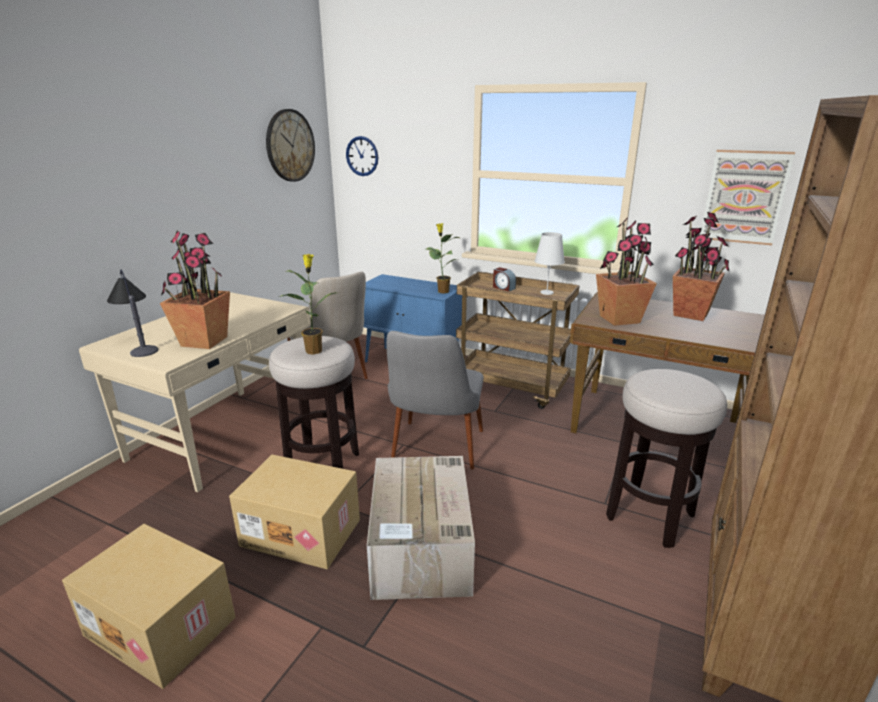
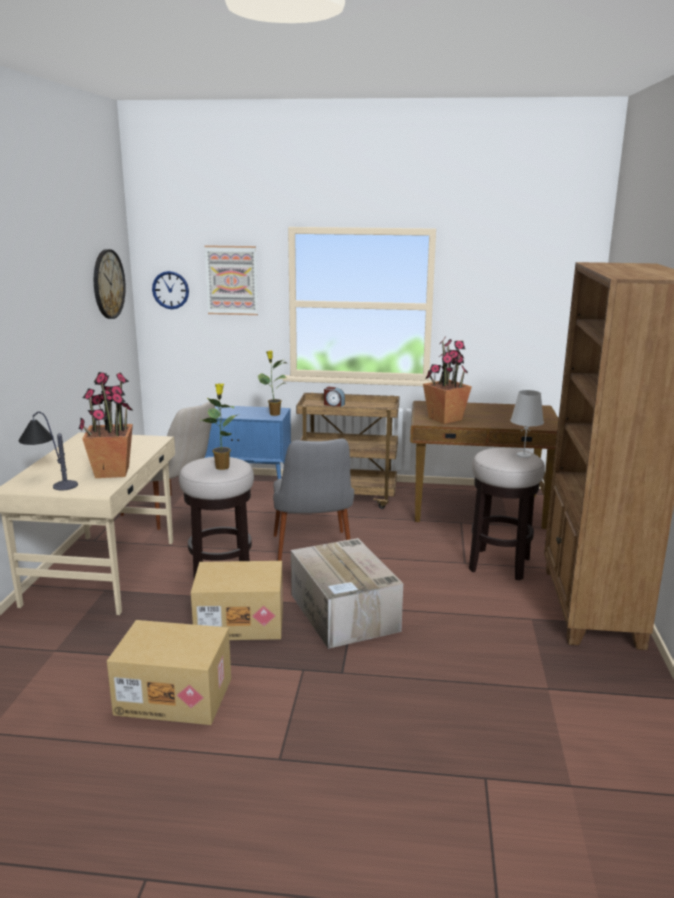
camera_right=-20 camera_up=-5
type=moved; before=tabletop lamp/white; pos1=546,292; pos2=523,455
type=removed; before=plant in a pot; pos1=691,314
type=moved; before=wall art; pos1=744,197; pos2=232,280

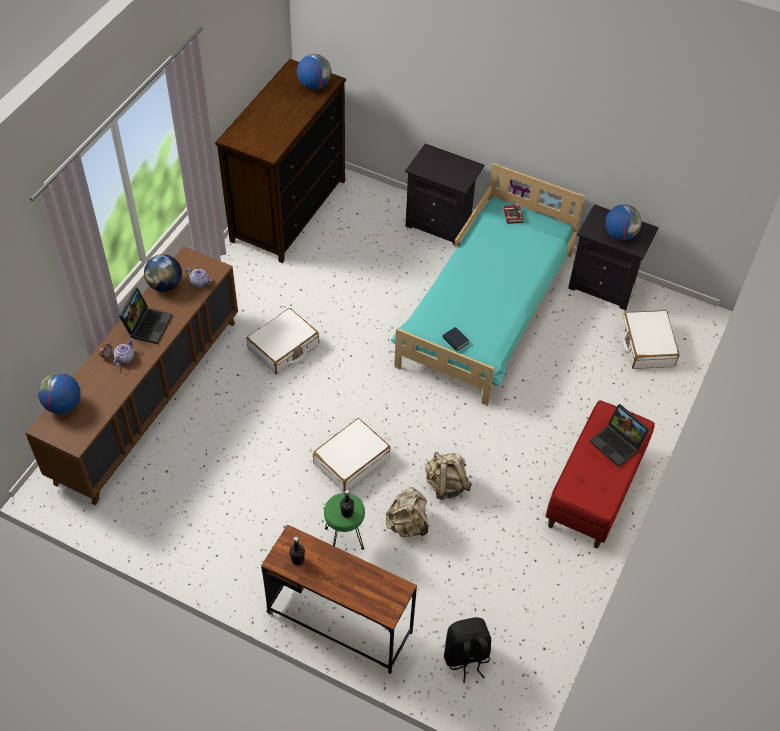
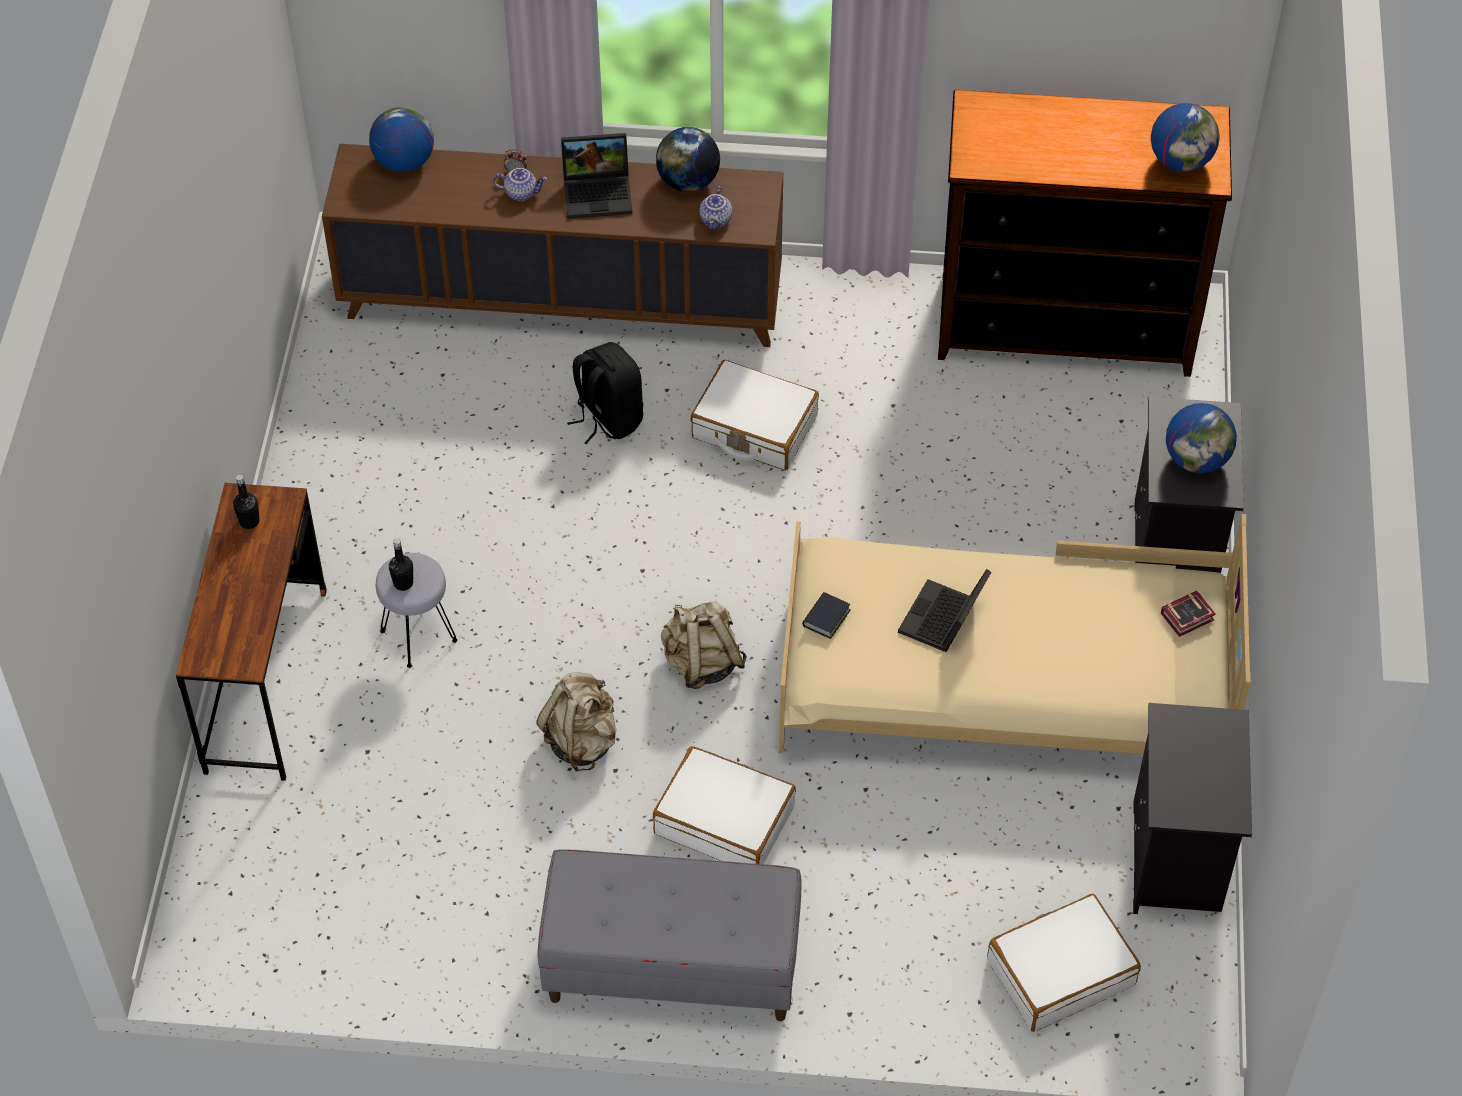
camera_right=70 camera_up=0
type=moved; before=piece of luggage/white; pos1=351,460; pos2=724,820
type=recoloured; before=stool seat/greenish; after=stool seat/greyish; pos1=345,538; pos2=418,637
type=moved; before=rucksack/beige-coloured; pos1=407,524; pos2=702,663
type=recoloured; before=sleeping bed/blue-green; after=sleeping bed/beige-coloured; pos1=487,310; pos2=1001,687
type=moved; before=rucksack/black-coloured; pos1=466,658; pos2=608,418
type=recoloured; before=bench/red-coloured; after=bench/greyish; pos1=594,490; pos2=671,967
type=moved; before=laptop; pos1=618,444; pos2=943,621
type=moved; before=world globe; pos1=620,234; pos2=1196,460

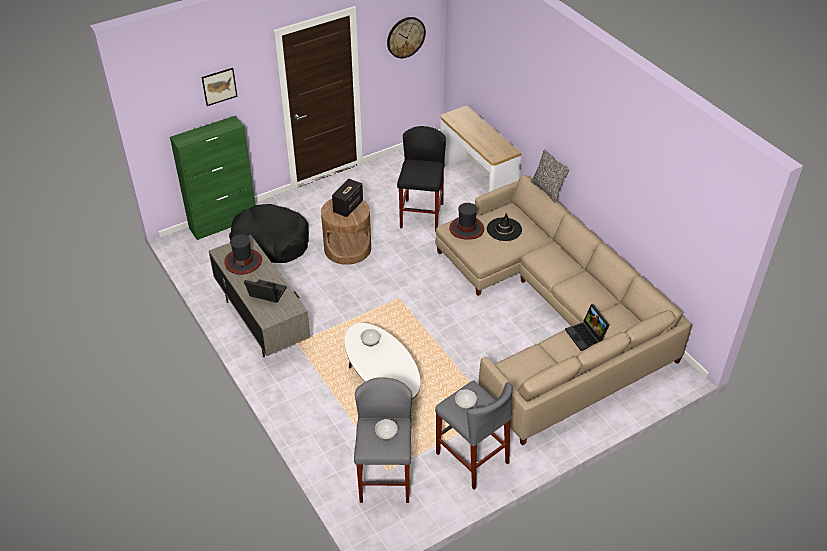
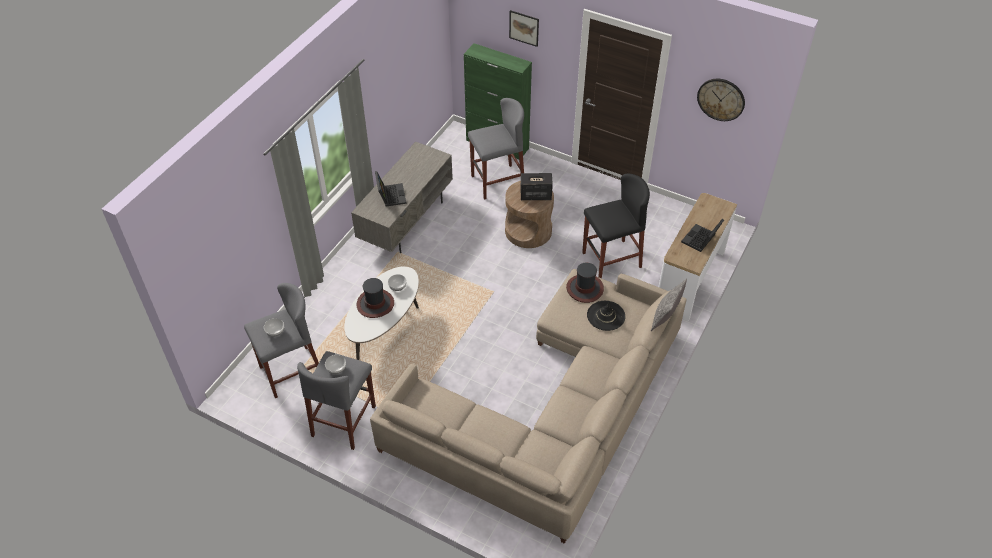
camera_right=60 camera_up=5
type=moved; before=clothing hat; pos1=243,261; pos2=375,304
type=replaced; before=pet bed/black-coloured; after=stool seat/greyish; pos1=271,242; pos2=497,182
type=moved; before=laptop; pos1=586,336; pos2=701,240

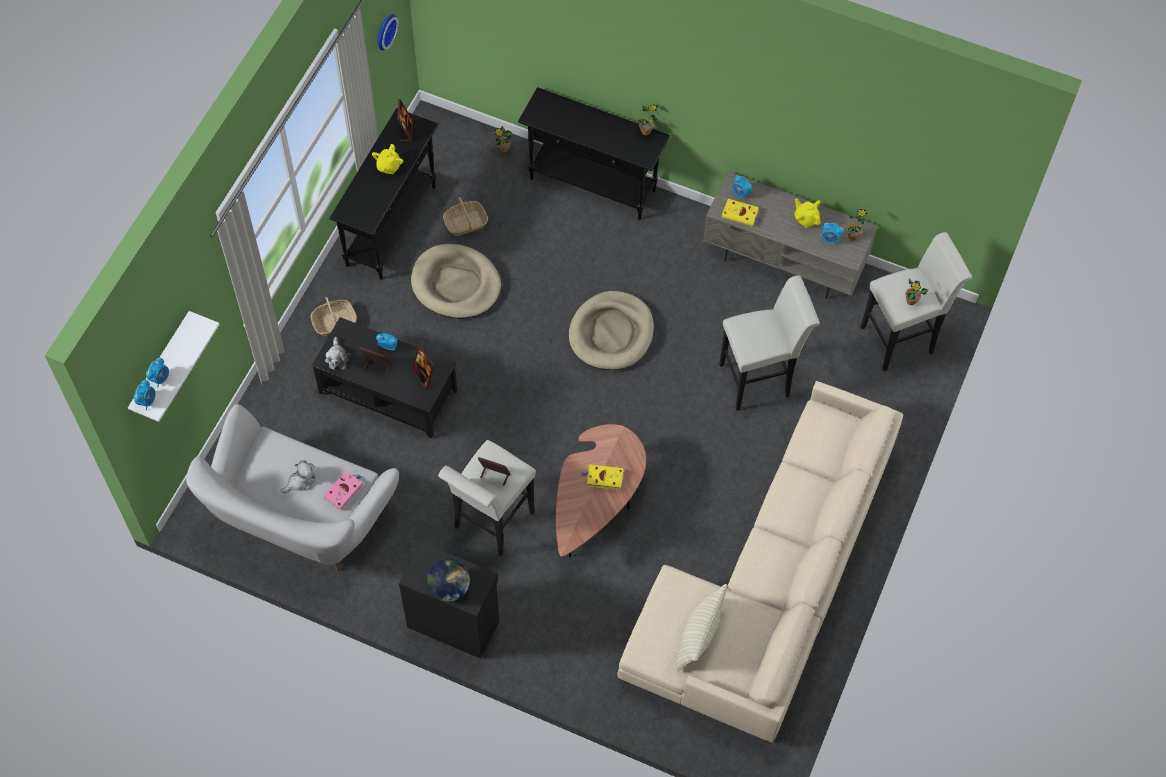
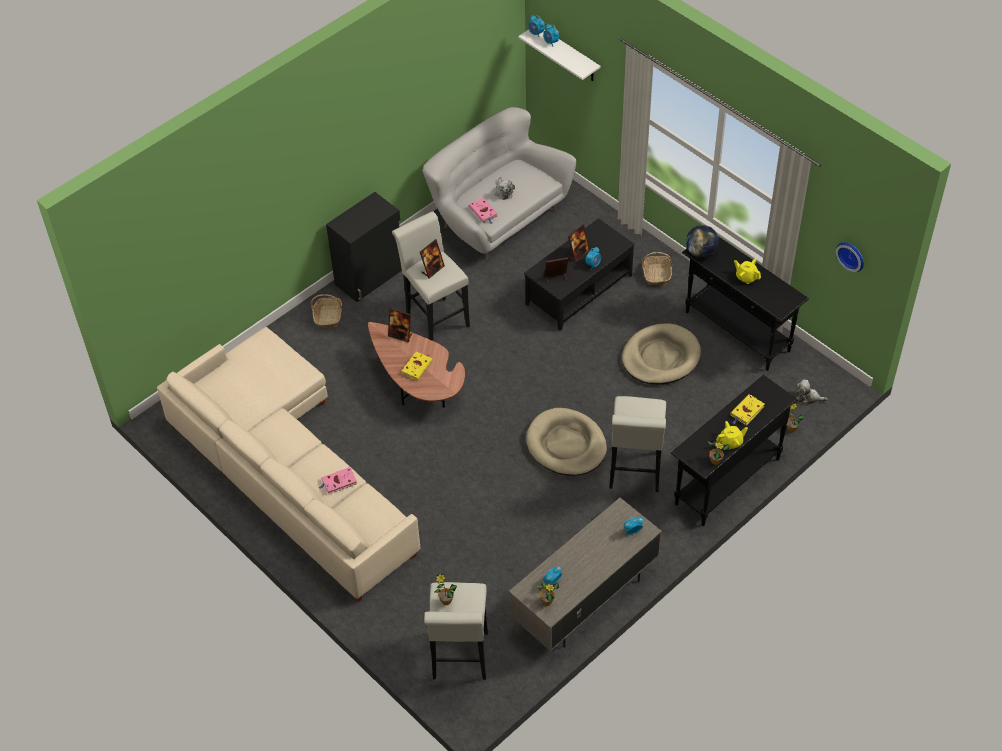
camera_right=115 camera_up=-10
type=moved; before=plush toy; pos1=337,358; pos2=808,397
type=moved; before=standing frame; pos1=406,131; pos2=400,335
type=moved; before=world globe; pos1=449,588; pos2=701,252
type=moved; before=basket; pos1=465,223; pos2=328,316
type=removed; before=throw pillow/beige-coloured; pos1=699,635
type=moved; before=stool seat/white; pos1=760,379; pos2=634,474
type=moved; before=volume/yellow-coloured; pos1=741,214; pos2=746,412
type=moved; before=teapot/yellow-coloured; pos1=806,219; pos2=730,442
type=added; after=volume/pink-coloured; pos2=338,482

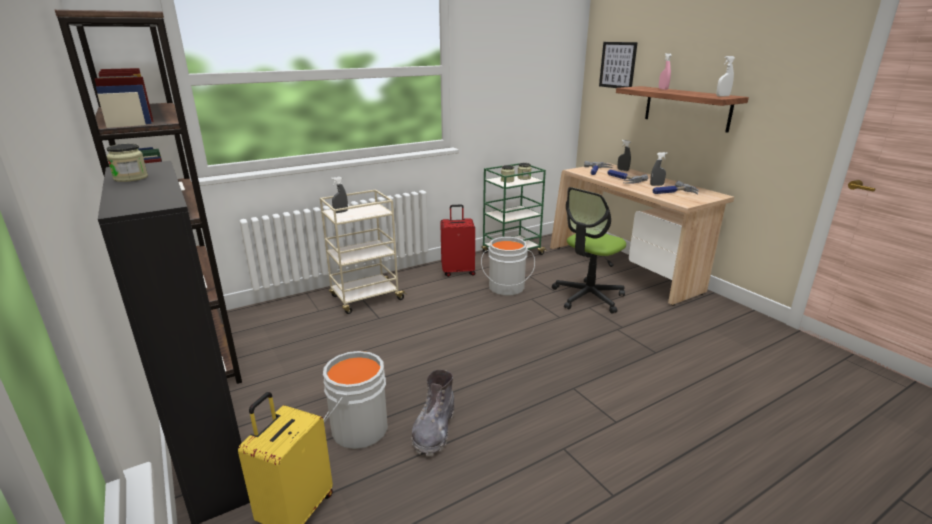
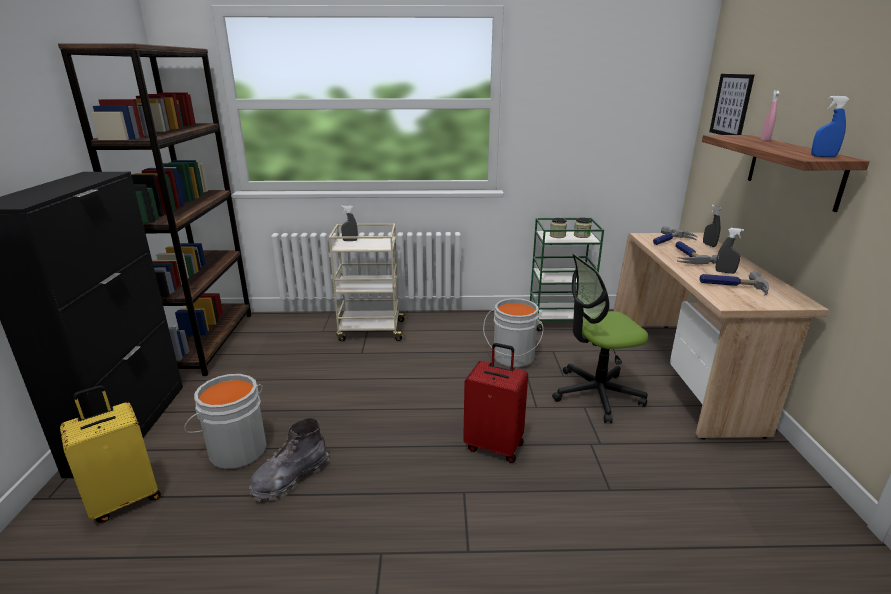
camera_right=30 camera_up=0
type=removed; before=jar; pos1=131,178
type=moved; before=piece of luggage/red-coloured; pos1=458,271; pos2=494,445
type=recoloured; before=spray bottle/white; after=spray bottle/blue; pos1=722,96; pos2=823,156

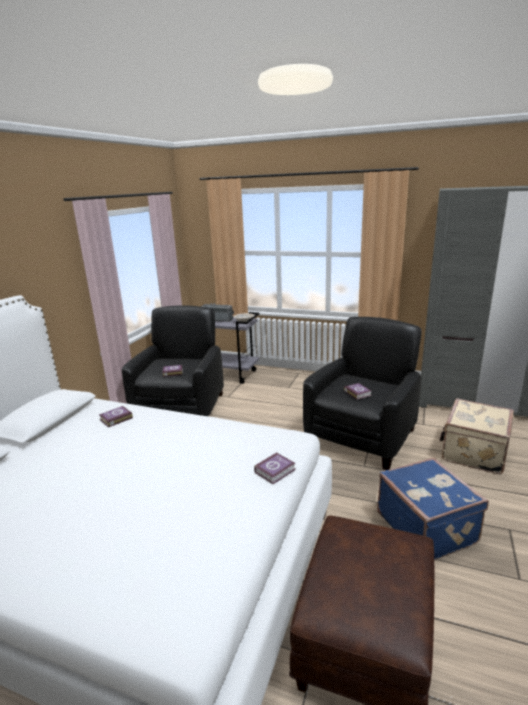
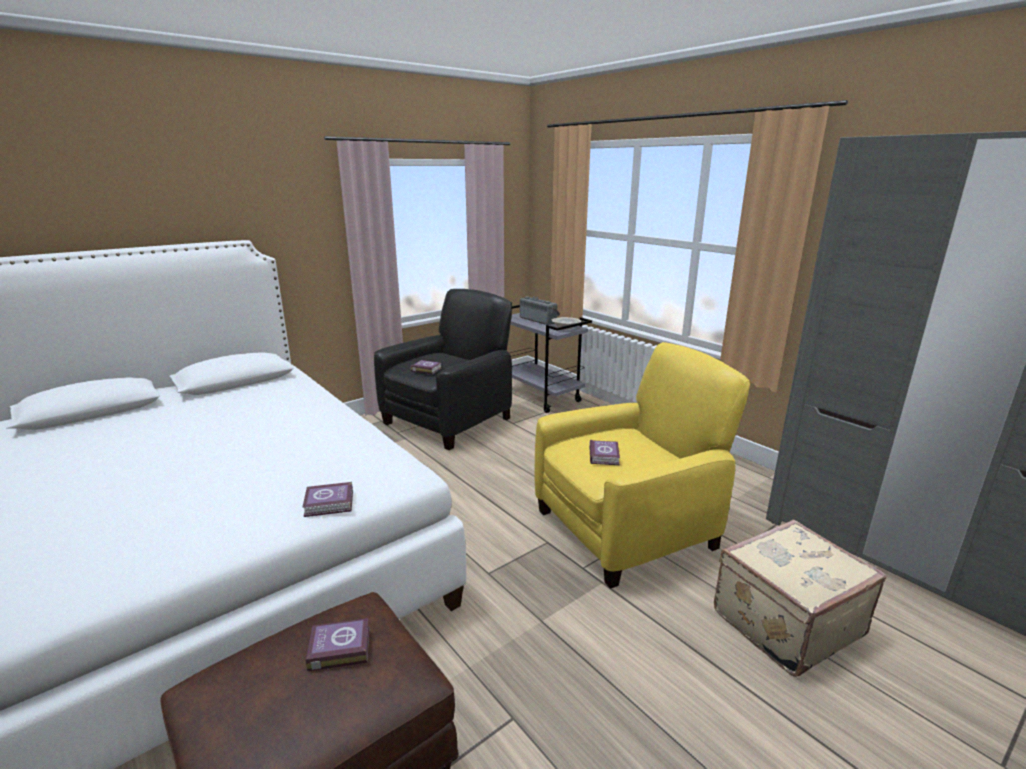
camera_right=30 camera_up=0
type=moved; before=volume; pos1=115,419; pos2=338,648
type=recoloured; before=armchair/black-coloured; after=armchair/yellow-coloured; pos1=362,436; pos2=627,528
type=removed; before=piece of luggage/blue; pos1=426,527

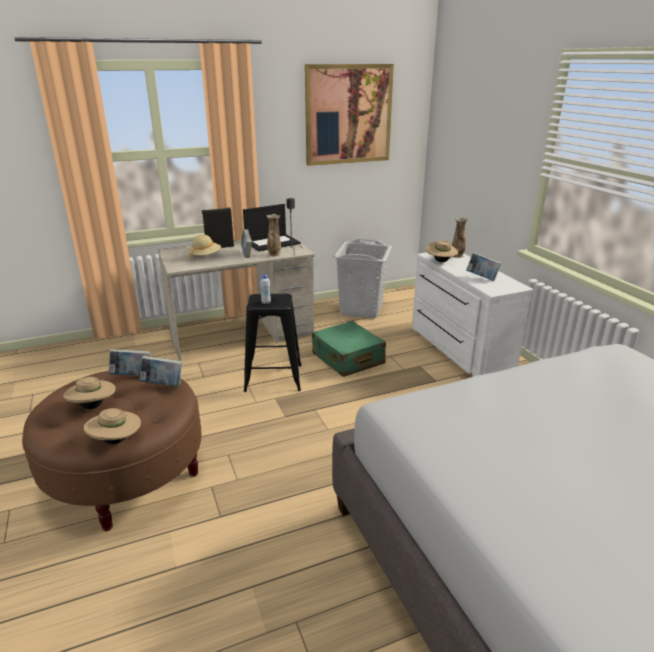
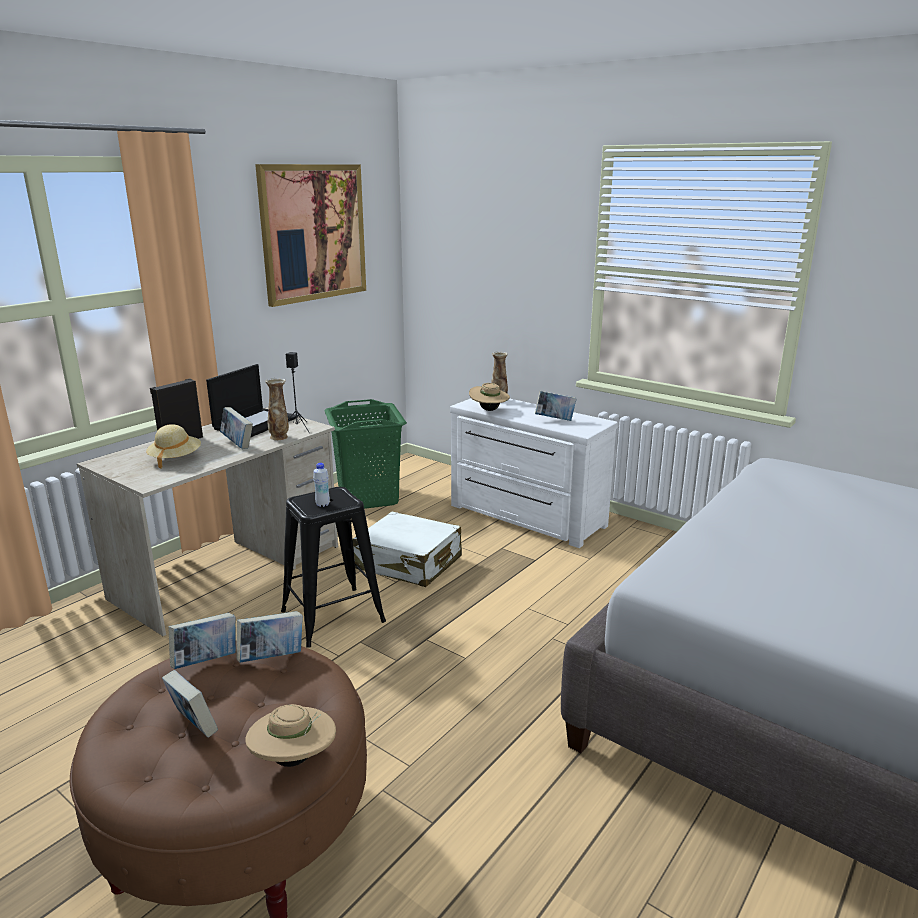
camera_right=-30 camera_up=-5
type=replaced; before=clothing hat/beige-coloured; after=volume; pos1=93,406; pos2=193,726
type=recoloured; before=piece of luggage/greenish; after=piece of luggage/white; pos1=348,359; pos2=409,563
type=recoloured; before=hamper/greyish; after=hamper/greenish; pos1=361,309; pos2=368,497

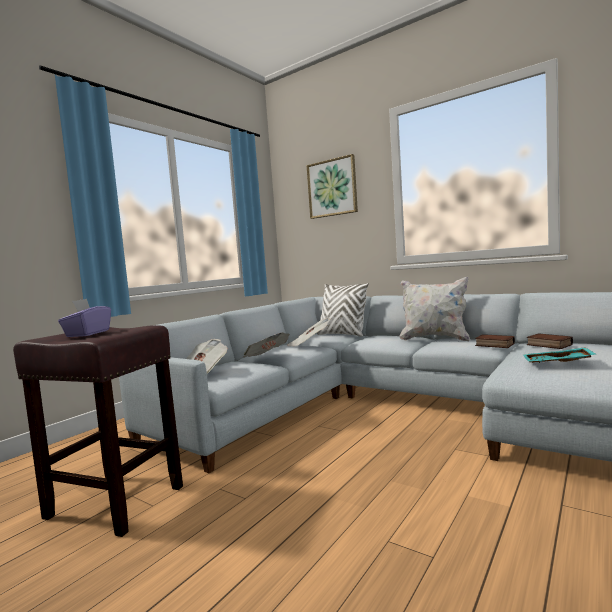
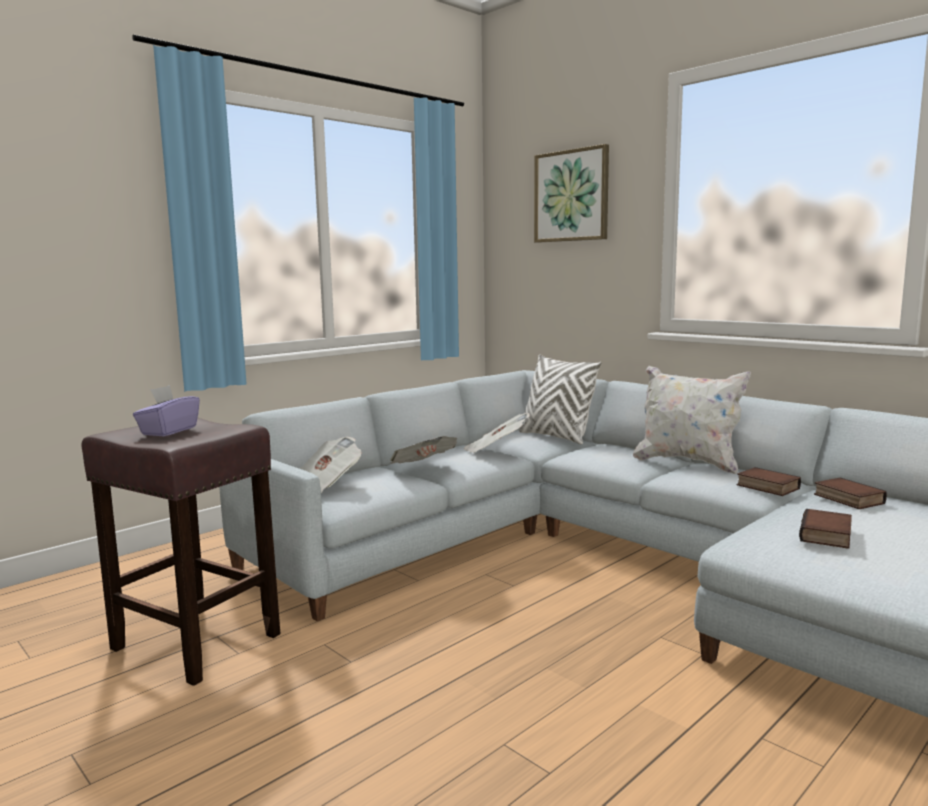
camera_right=10 camera_up=5
type=replaced; before=tray/blue-green; after=volume; pos1=558,363; pos2=827,535

